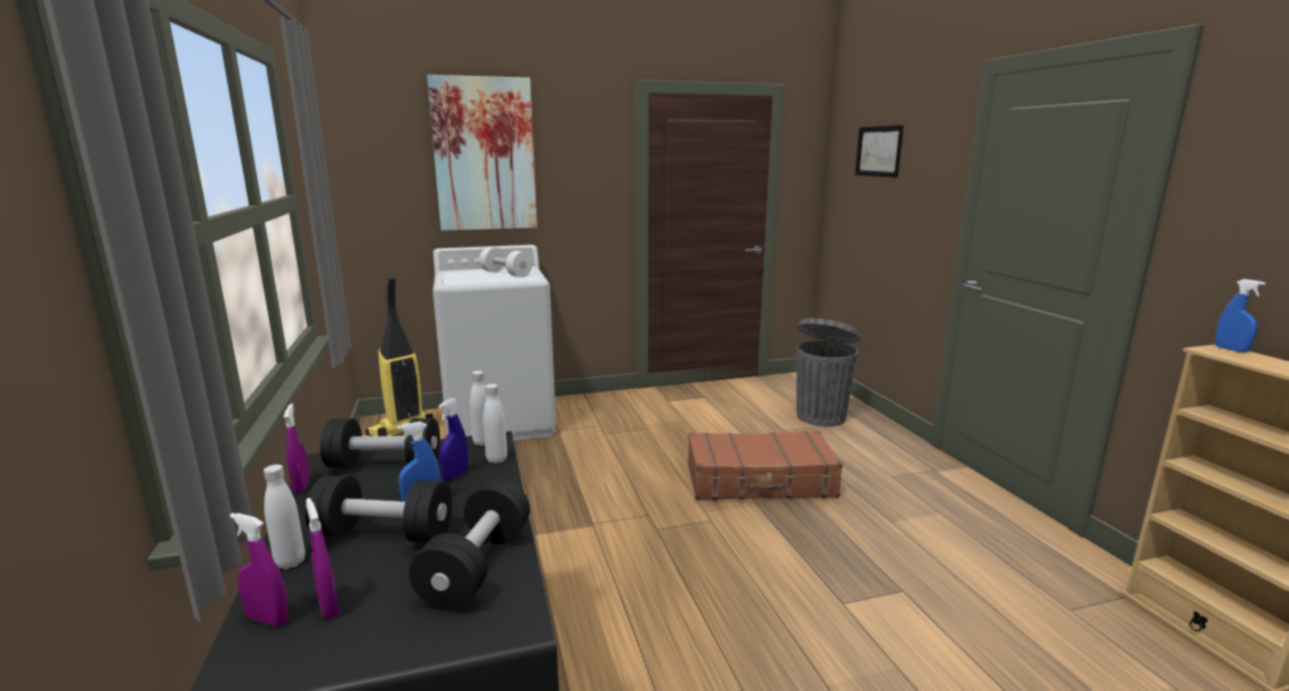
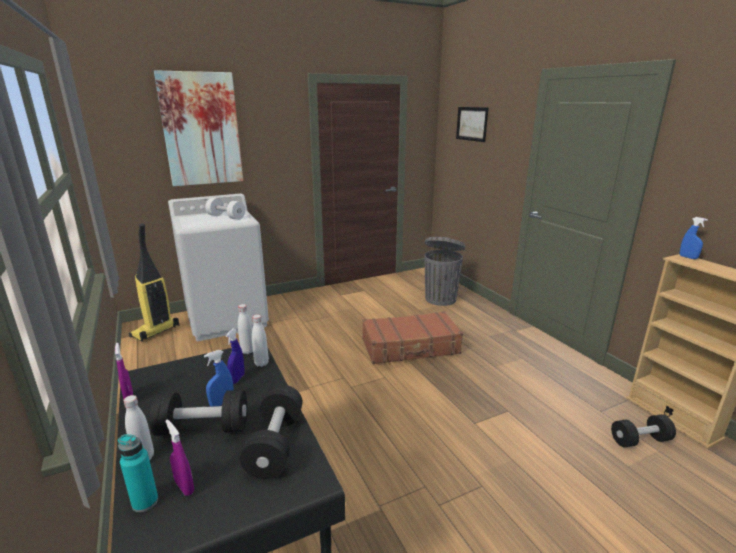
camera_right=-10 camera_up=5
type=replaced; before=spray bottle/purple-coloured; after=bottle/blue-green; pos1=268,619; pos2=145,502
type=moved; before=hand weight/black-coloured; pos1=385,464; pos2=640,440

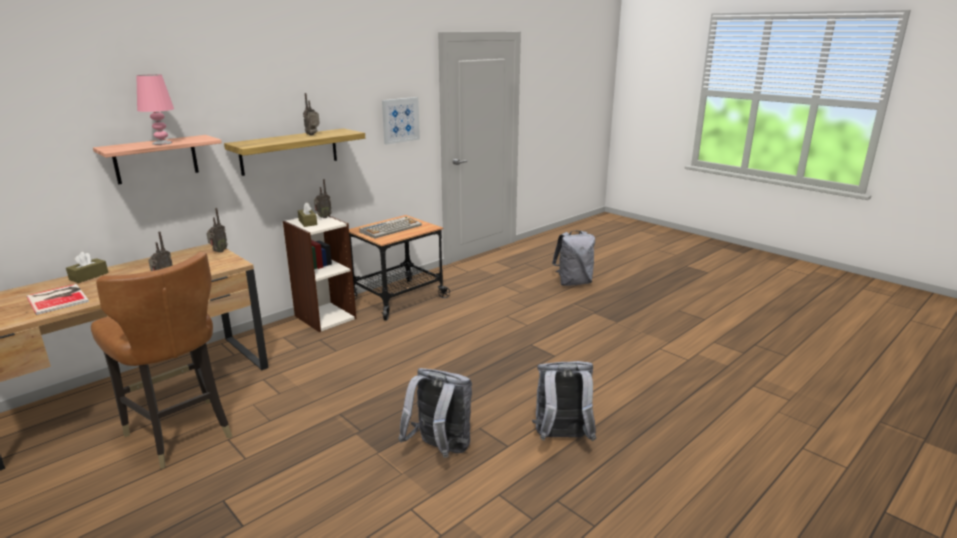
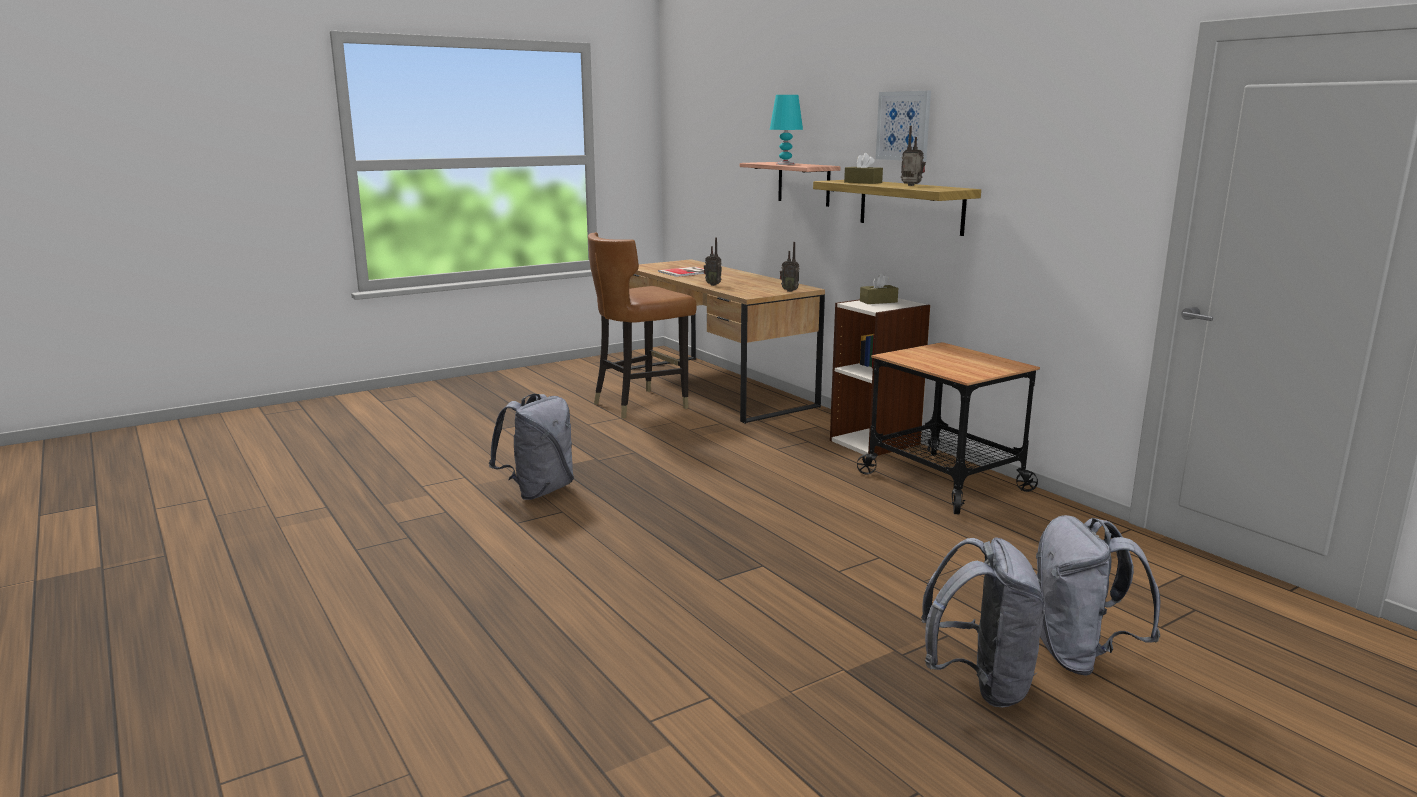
camera_right=100 camera_up=-5
type=moved; before=tissue box/brownish; pos1=89,276; pos2=863,182
type=recoloured; before=tabletop lamp/pink-coloured; after=tabletop lamp/blue-green; pos1=162,143; pos2=785,164
type=removed; before=radio receiver; pos1=323,217
type=removed; before=PC keyboard; pos1=391,228
type=moved; before=wall art; pos1=400,120; pos2=904,126
type=moved; before=rucksack/greyish; pos1=562,439; pos2=980,684

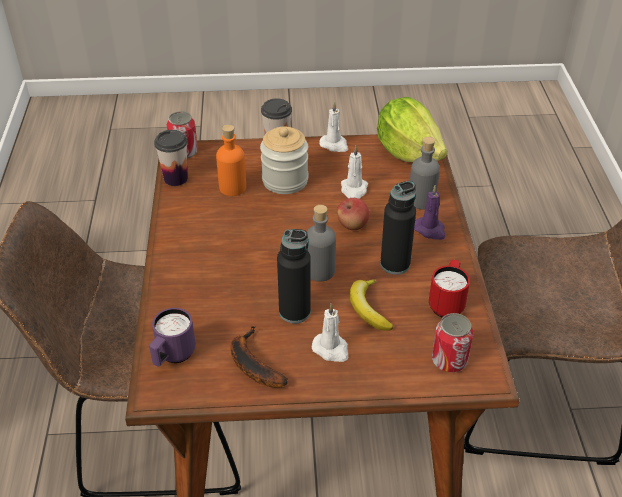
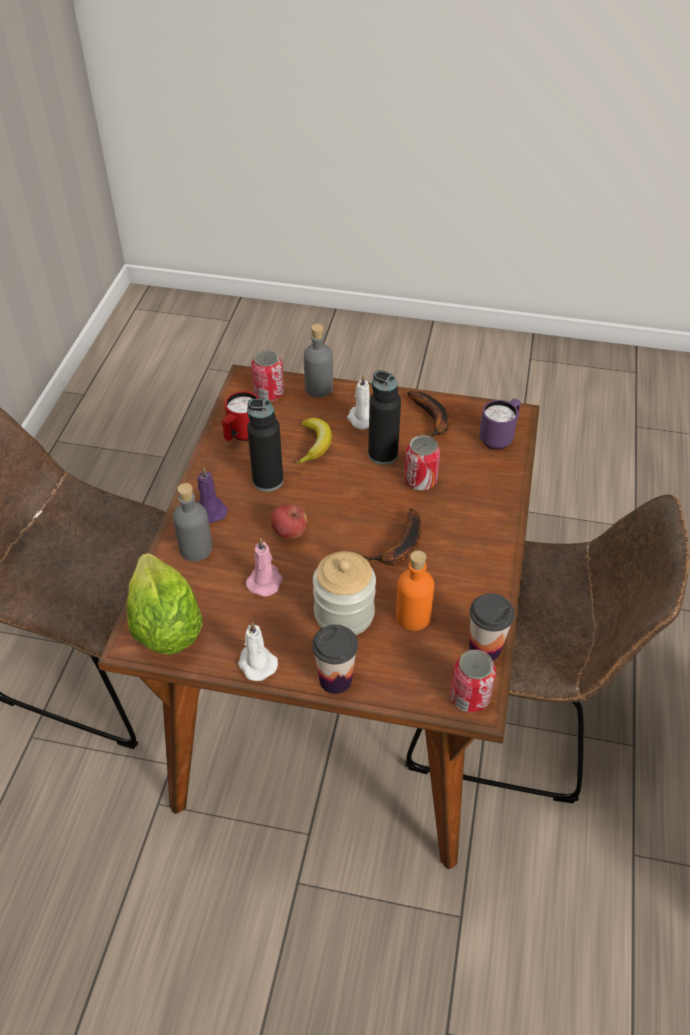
camera_right=-165 camera_up=5
type=moved; before=bottle/greyish; pos1=320,271; pos2=319,388
type=recoloured; before=candle/white; after=candle/pink-coloured; pos1=354,190; pos2=265,581
type=added; after=whole banana; pos2=400,548
type=added; after=can; pos2=420,480

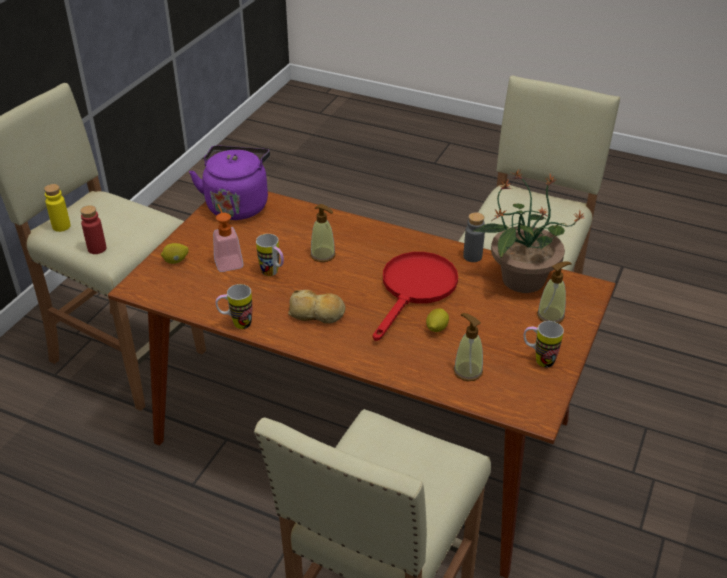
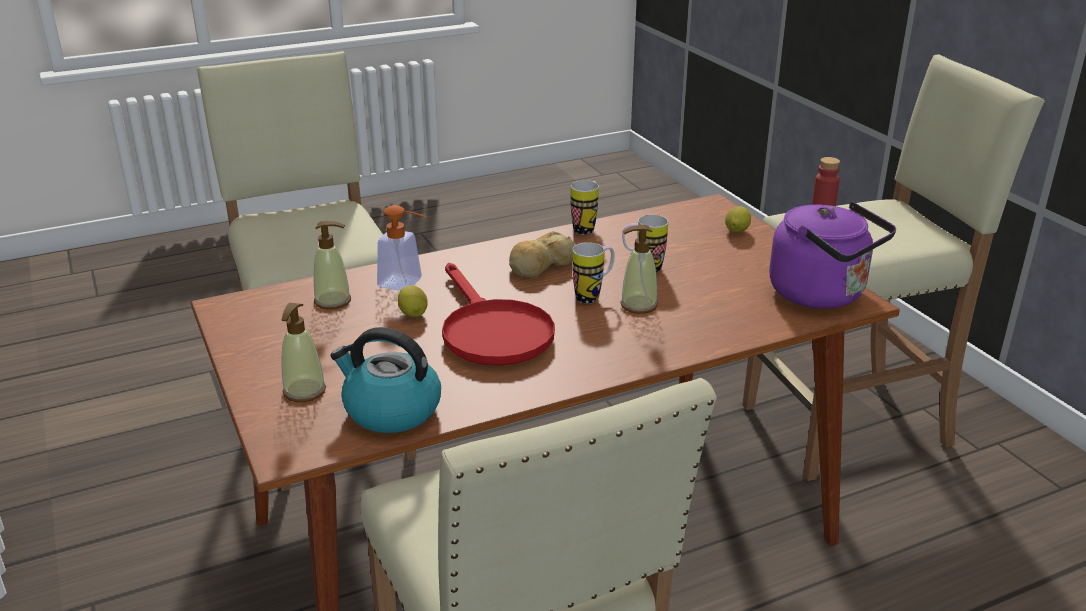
camera_right=130 camera_up=-10
type=removed; before=bottle/yellow-coloured; pos1=61,226
type=moved; before=liquid soap bottle; pos1=227,260; pos2=407,284
type=removed; before=bottle/greyish; pos1=472,256
type=replaced; before=plant in a pot; after=tea kettle; pos1=521,279; pos2=390,410
type=moved; before=coffee mug; pos1=538,360; pos2=593,296

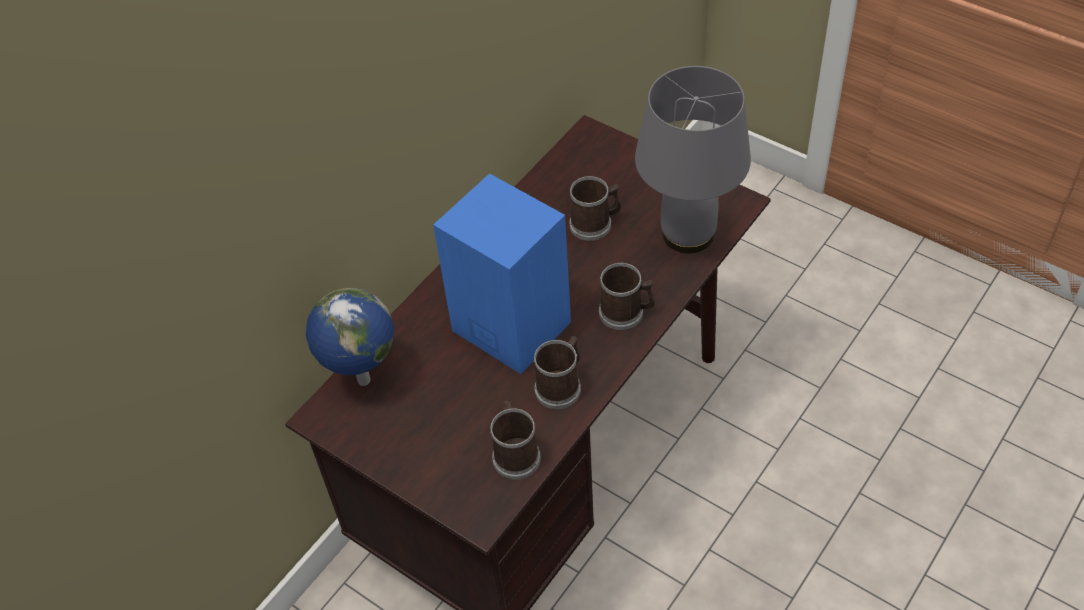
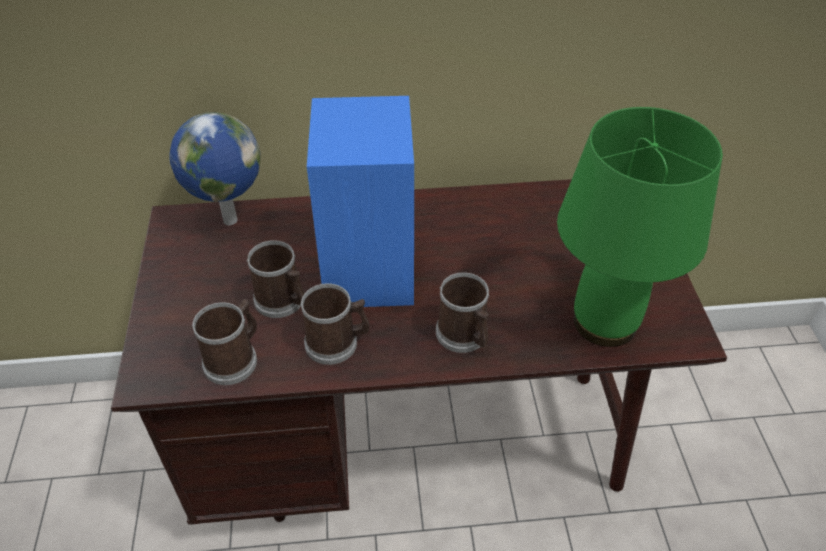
camera_right=45 camera_up=-5
type=moved; before=coffee mug; pos1=595,224; pos2=283,302
type=recoloured; before=tabletop lamp/greyish; after=tabletop lamp/greenish; pos1=686,233; pos2=604,321

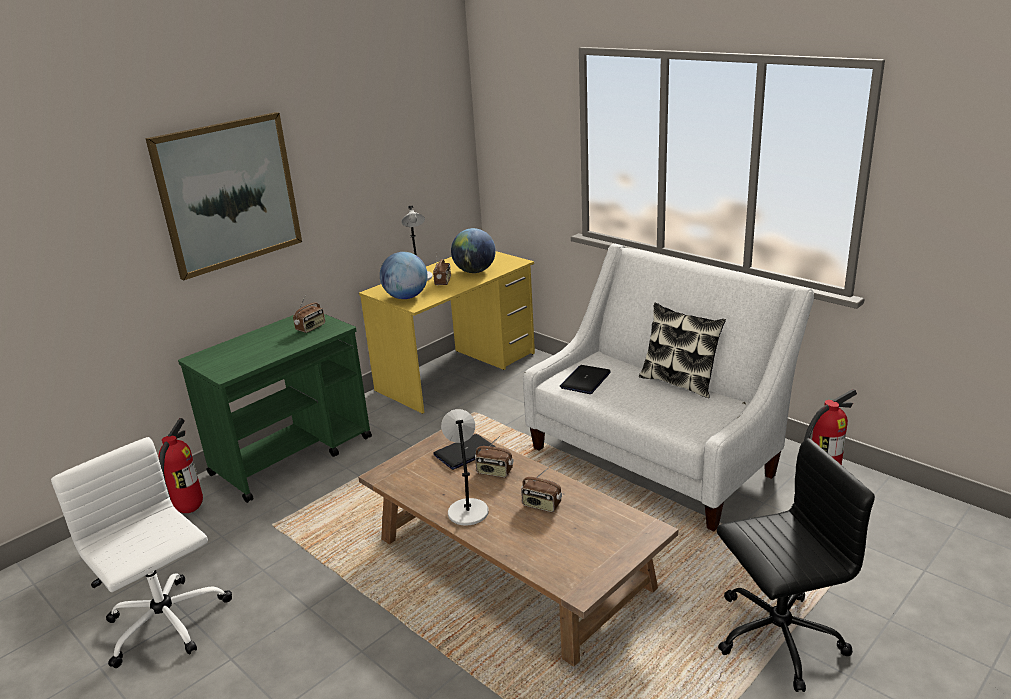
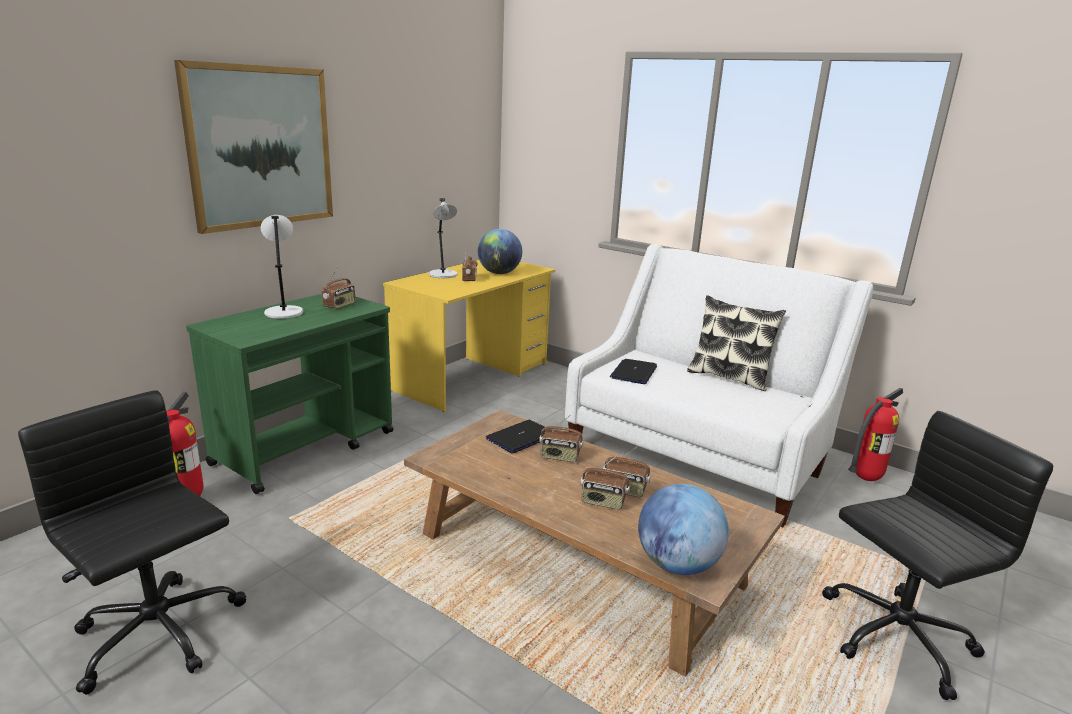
camera_right=-10 camera_up=-5
type=recoloured; before=computer chair/white; after=computer chair/black-coloured; pos1=167,624; pos2=159,635
type=moved; before=world globe; pos1=406,297; pos2=677,564
type=moved; before=tabletop lamp/greyish; pos1=467,511; pos2=283,312
type=added; after=radio receiver; pos2=603,502

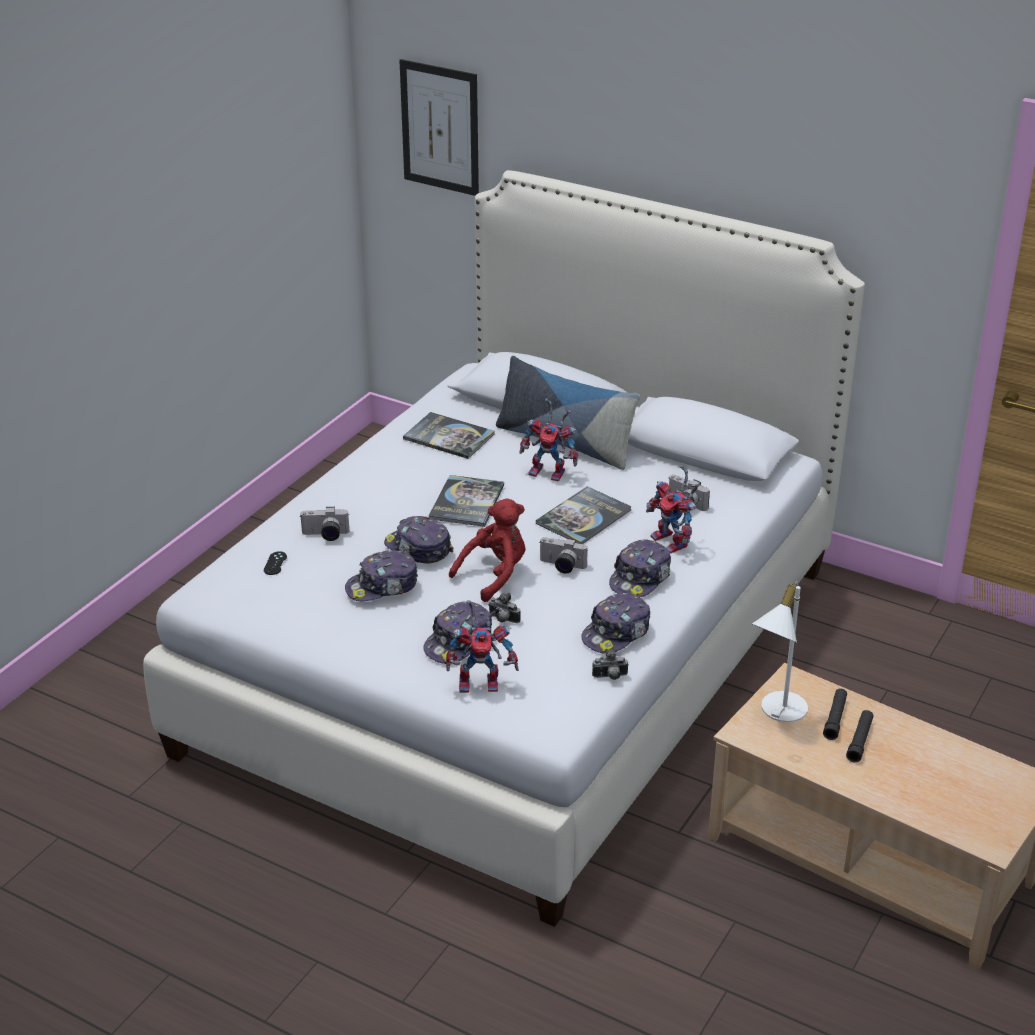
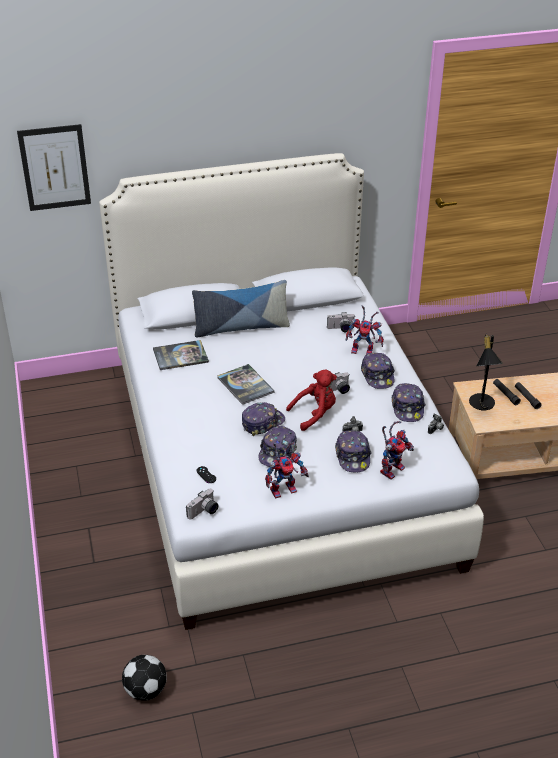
camera_right=-45 camera_up=5
type=moved; before=photo camera; pos1=325,535; pos2=204,512
type=turned; before=cap; pos1=418,549; pos2=262,422; turn=150
type=turned; before=plush toy/red-coloured; pos1=495,575; pos2=315,414; turn=60
type=moved; before=toy robot; pos1=551,472; pos2=284,488
type=removed; before=volume; pos1=583,517
type=recoloured; before=tabletop lamp/white; after=tabletop lamp/black-coloured; pos1=777,710; pos2=481,405
type=added; after=ball for football; pos2=146,690

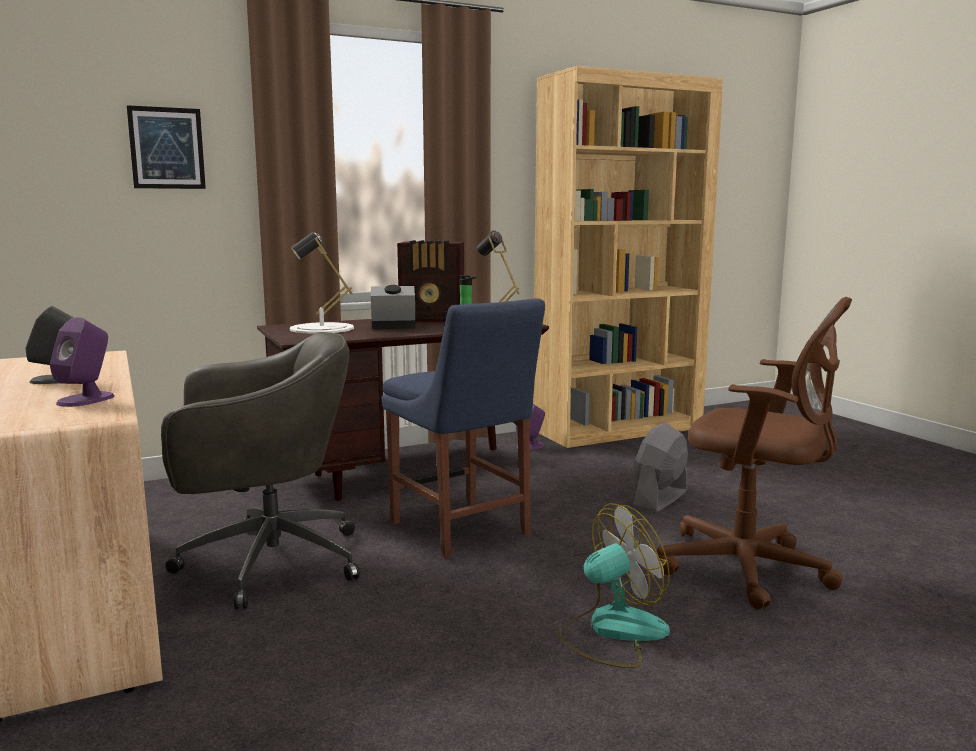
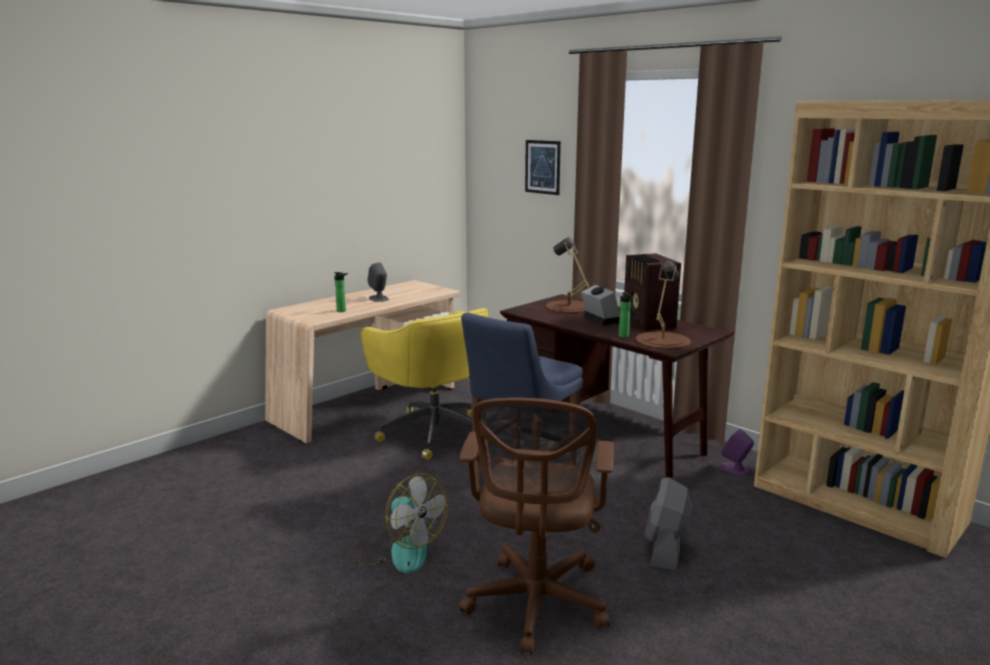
camera_right=70 camera_up=5
type=replaced; before=audio speaker/purple-coloured; after=bottle; pos1=86,399; pos2=342,311
type=recoloured; before=computer chair/greyish; after=computer chair/yellow-coloured; pos1=266,562; pos2=433,432
type=recoloured; before=tabletop lamp/white; after=tabletop lamp/brownish; pos1=322,328; pos2=568,307
type=turned; before=electric fan/greyish; pos1=660,498; pos2=665,549; turn=-90

